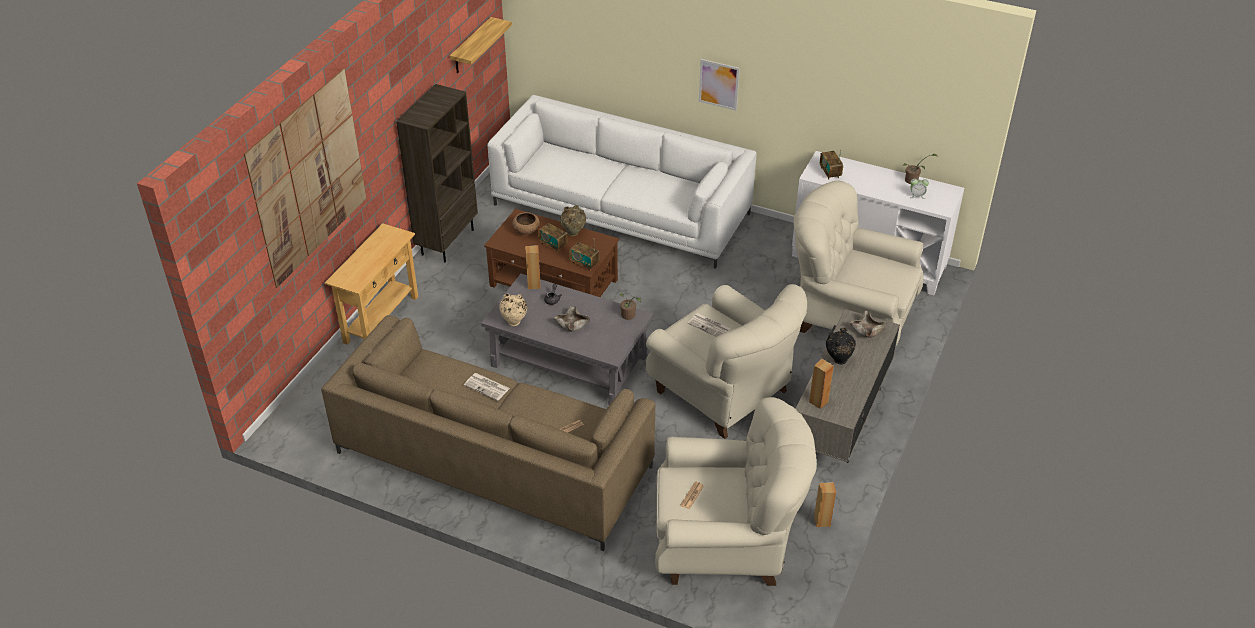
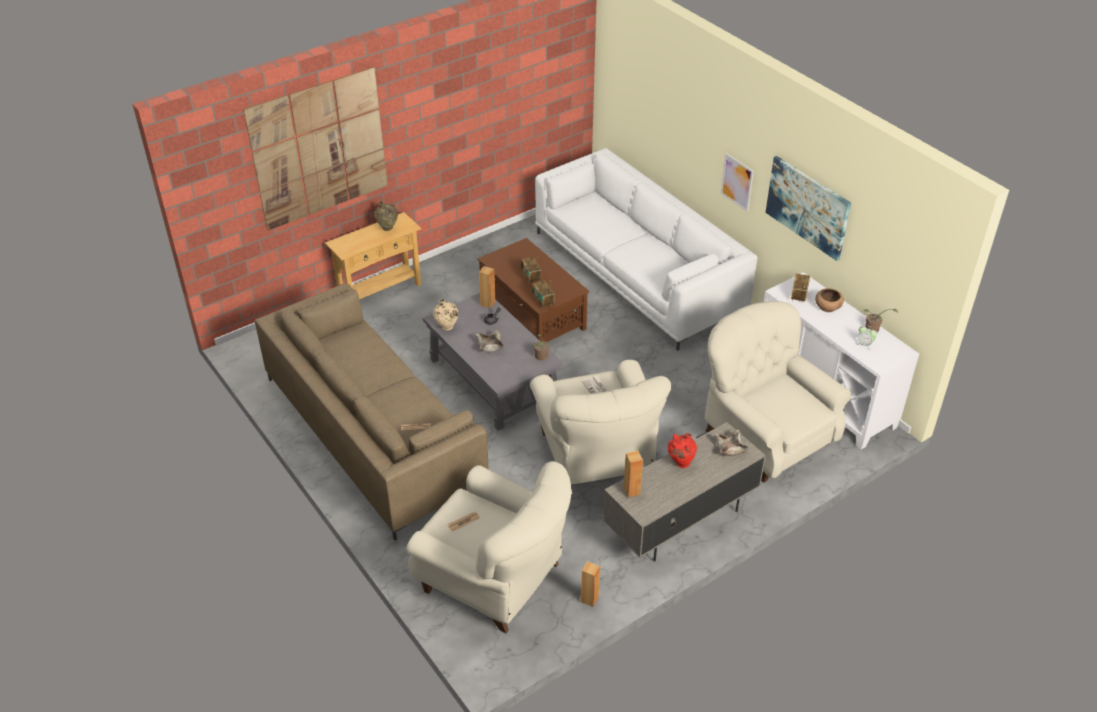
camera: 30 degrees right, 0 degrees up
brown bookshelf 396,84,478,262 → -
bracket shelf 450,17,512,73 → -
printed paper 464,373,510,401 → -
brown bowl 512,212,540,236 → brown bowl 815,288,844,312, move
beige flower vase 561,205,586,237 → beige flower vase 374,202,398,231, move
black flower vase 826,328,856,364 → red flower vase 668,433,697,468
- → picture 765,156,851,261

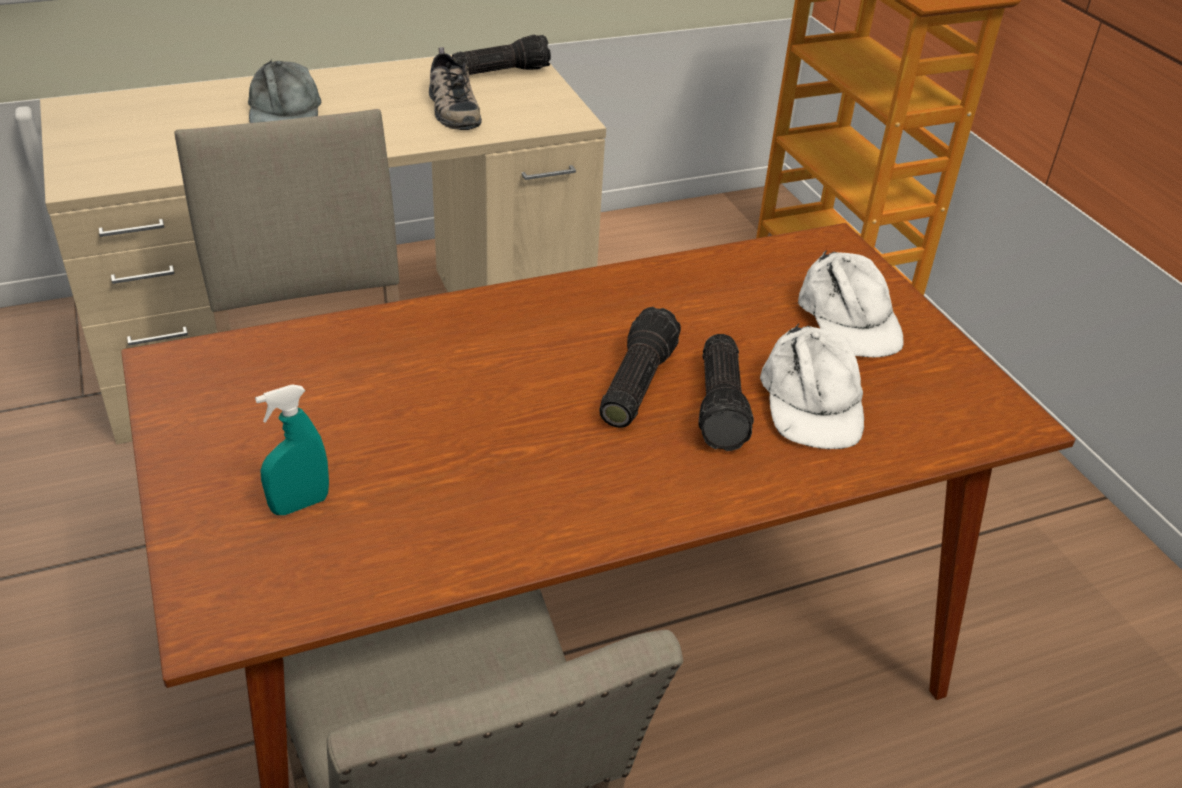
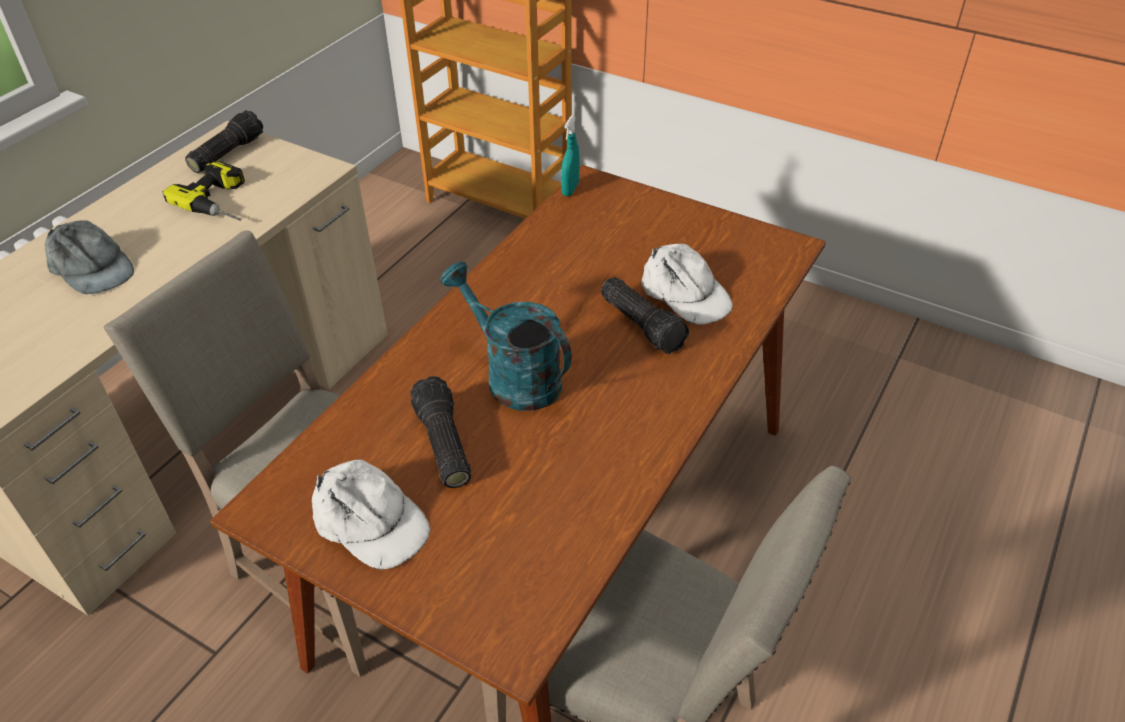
camera: 35 degrees left, 5 degrees up
turquoise sprayer 255,384,329,515 → turquoise sprayer 561,116,579,196, move
shoe 429,47,482,130 → electric drill 163,161,245,221
flashlight 599,307,681,428 → flashlight 410,376,471,488, move
white baseball cap 798,251,904,358 → white baseball cap 312,460,430,570, move
- → turquoise sprinkling can 441,262,572,411

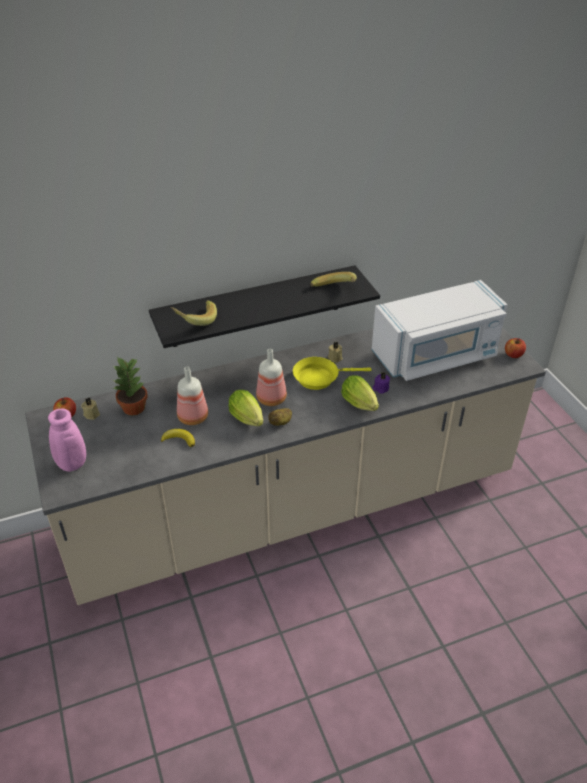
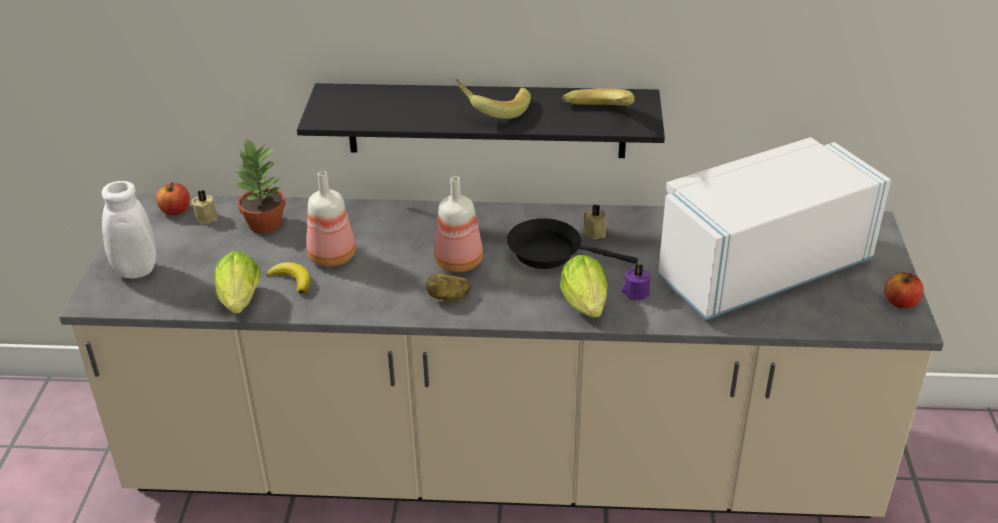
camera: 25 degrees right, 5 degrees down
pink flower vase 48,409,86,472 → white flower vase 67,181,156,279
banana 170,301,217,326 → banana 455,79,531,119, move
lettuce head 229,390,263,426 → lettuce head 214,251,261,313, move
yellow-coloured pan 293,357,372,390 → black pan 507,218,638,269
white kitchen microwave 372,280,507,381 → white kitchen microwave 658,137,891,320, 150 degrees clockwise

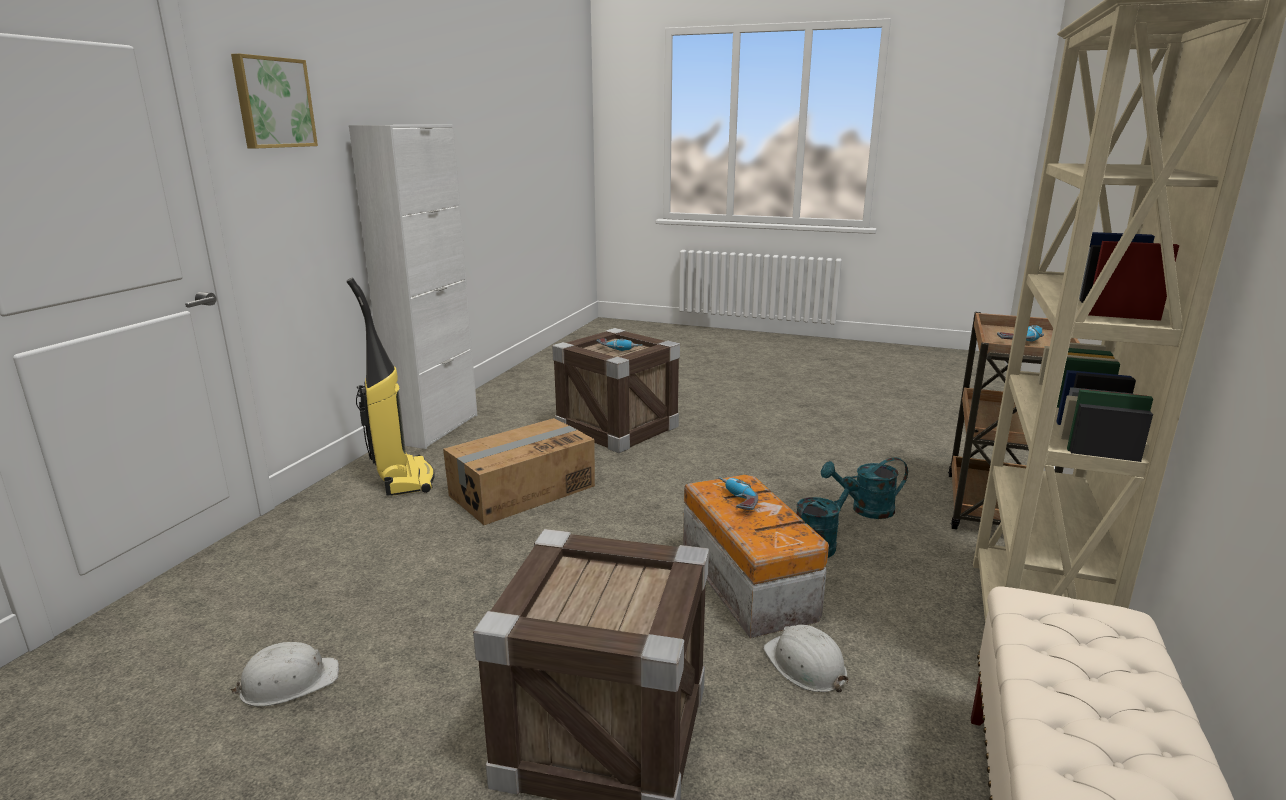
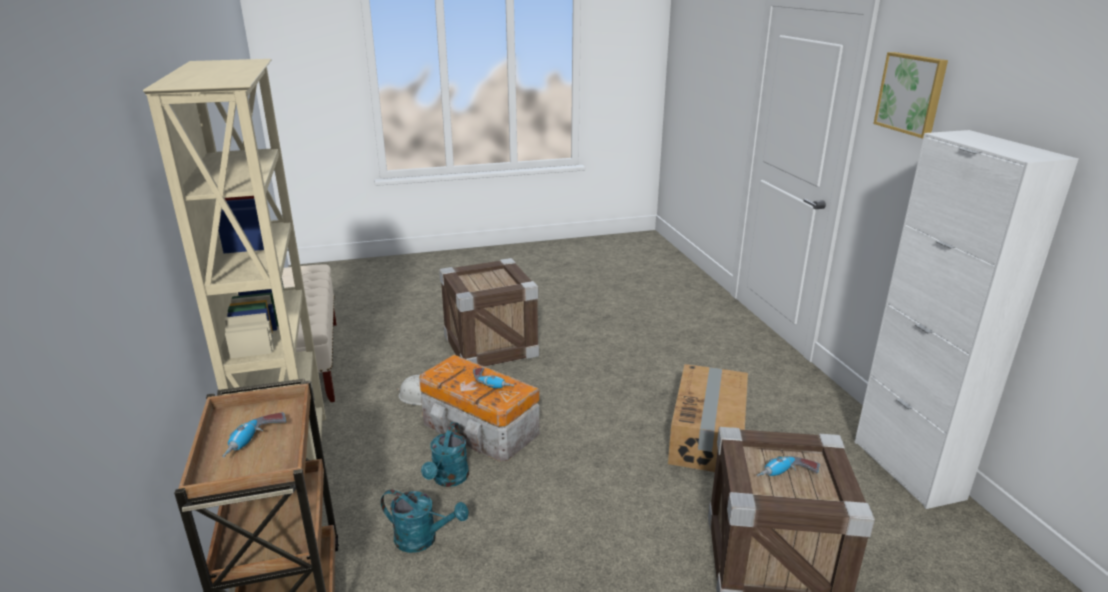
camera: 145 degrees right, 5 degrees up
white work helmet 231,642,339,707 → -
hoover 346,278,435,496 → -
turquoise sprinkling can 821,457,908,519 → turquoise sprinkling can 381,490,469,553, 60 degrees clockwise

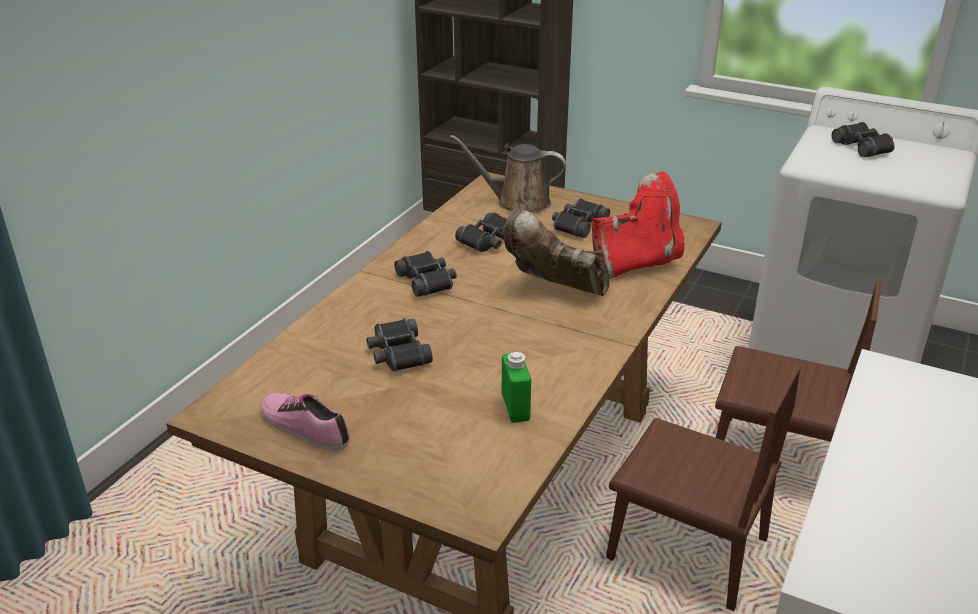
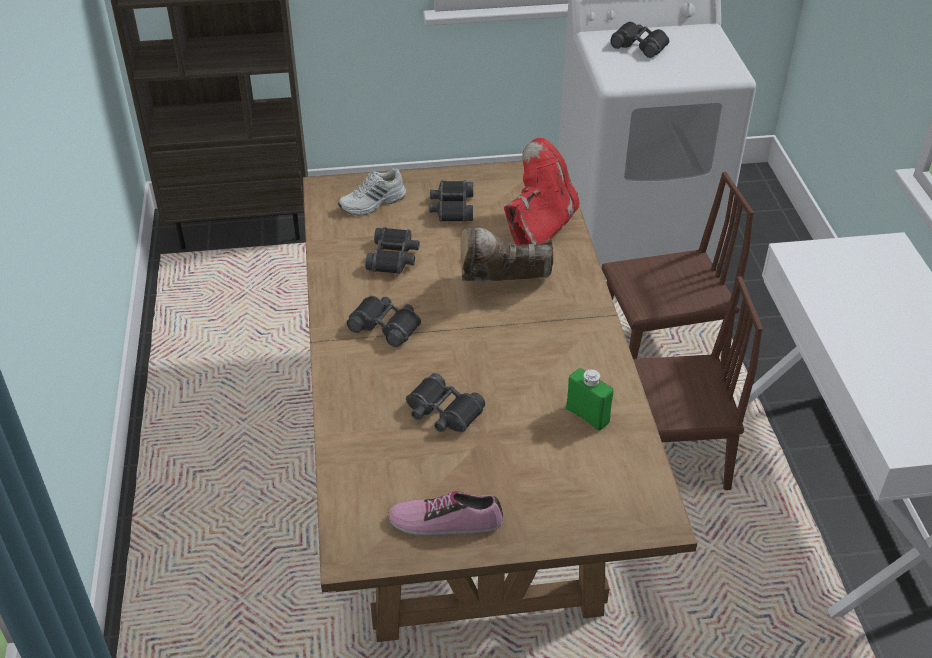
camera: 35 degrees left, 10 degrees up
brown sprinkling can 450,135,566,214 → white shoe 338,168,407,216

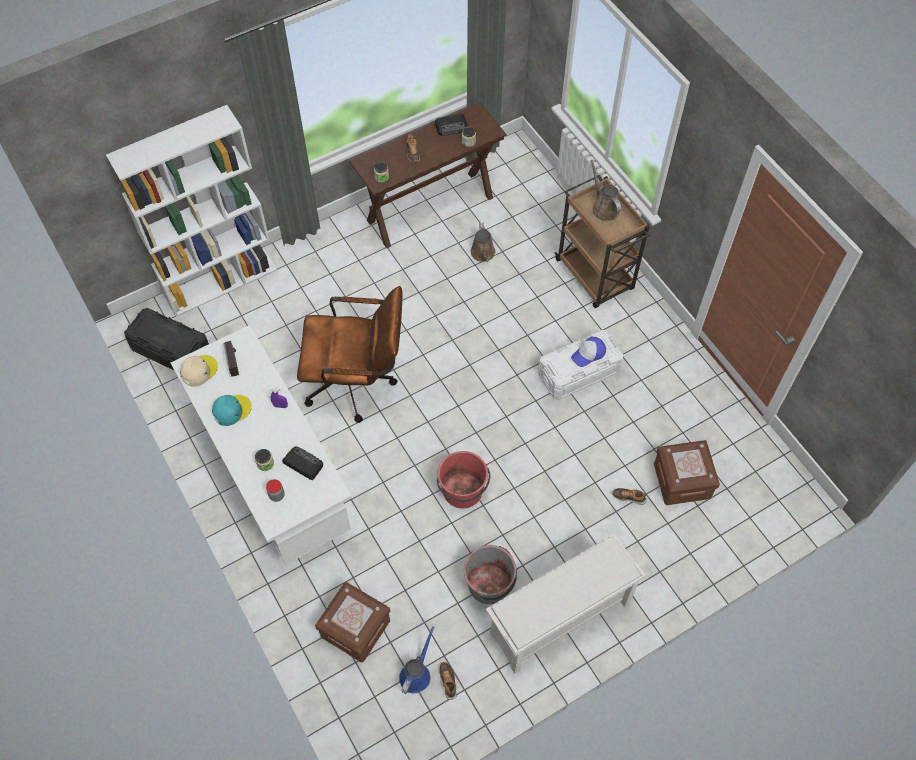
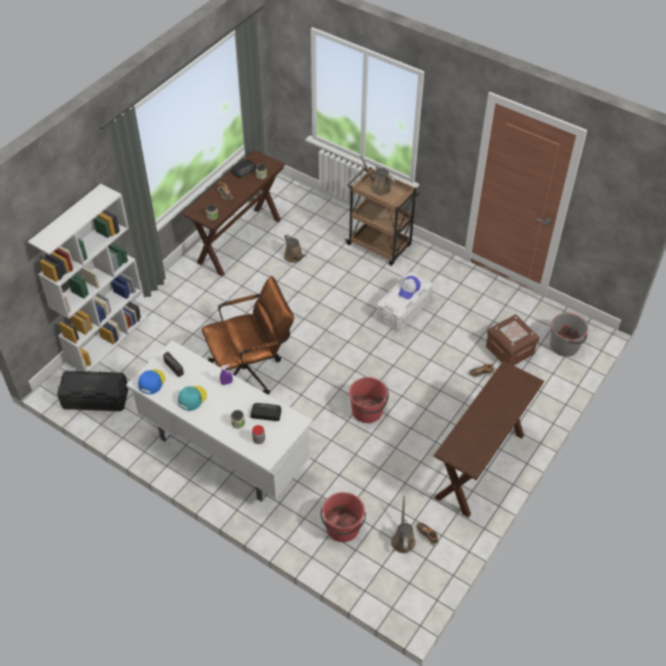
camera: 25 degrees left, 10 degrees down
beige baseball cap 180,355,218,387 → blue-coloured baseball cap 138,369,165,394
brown storage box 315,582,390,663 → red water bucket 320,492,366,542
blue-coloured sprinkling can 399,626,435,694 → brown sprinkling can 391,496,416,553
grey water bucket 464,545,517,604 → grey water bucket 550,313,588,357, move
white shoe rack 486,534,646,674 → brown narrow table 433,360,544,518

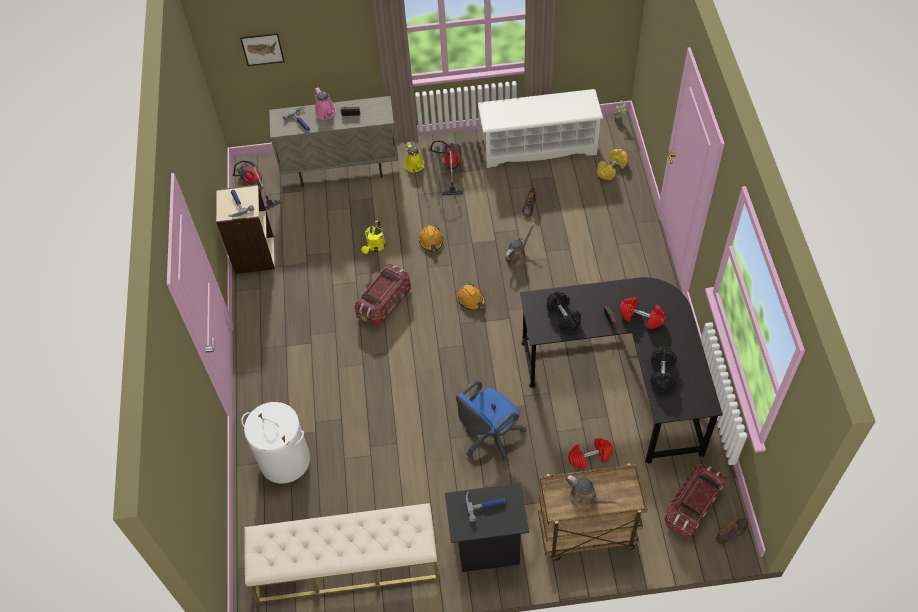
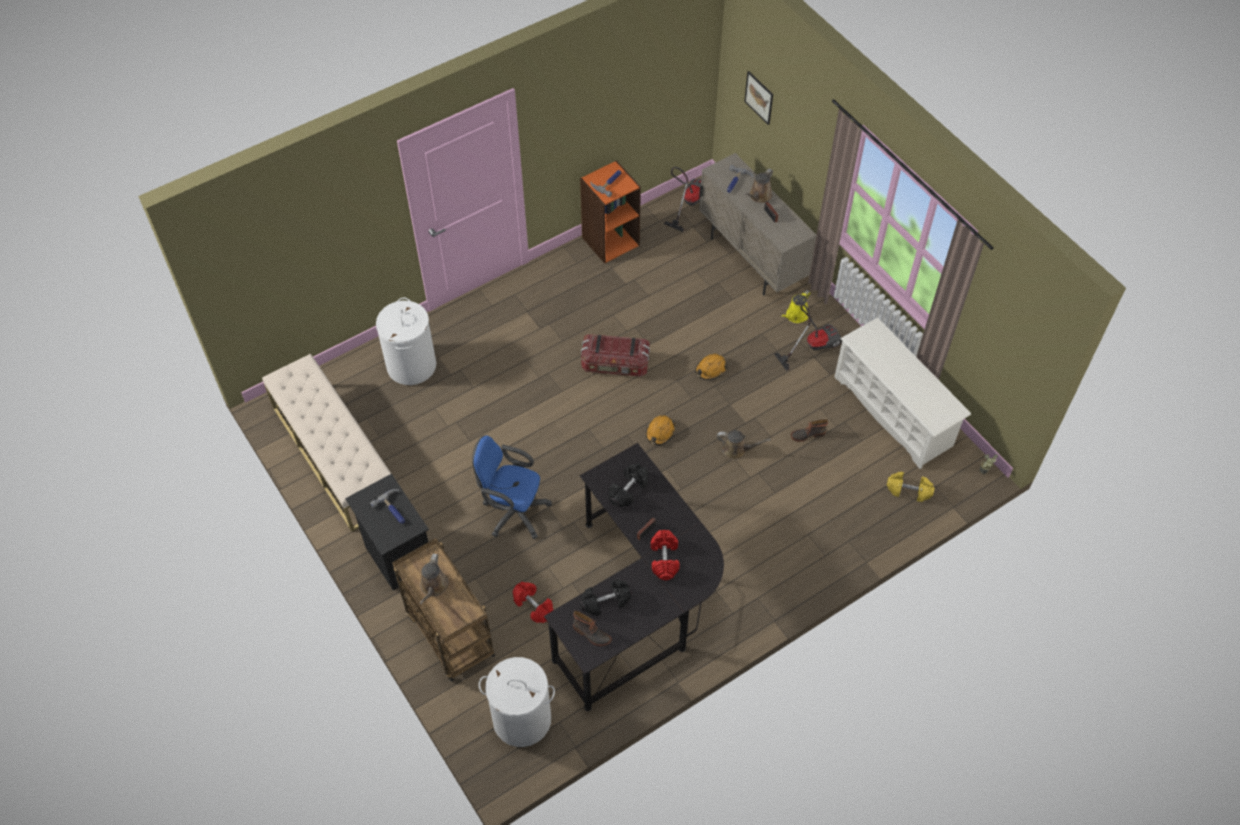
camera: 60 degrees right, 0 degrees up
beige bookshelf 216,184,275,274 → orange bookshelf 580,160,641,264
pink sprinkling can 315,88,336,120 → brown sprinkling can 745,168,773,203
yellow-coloured sprinkling can 361,220,385,254 → -
storage box 664,464,727,540 → white washing basket 479,657,555,747
tall boot 716,518,748,544 → tall boot 573,611,612,646, move

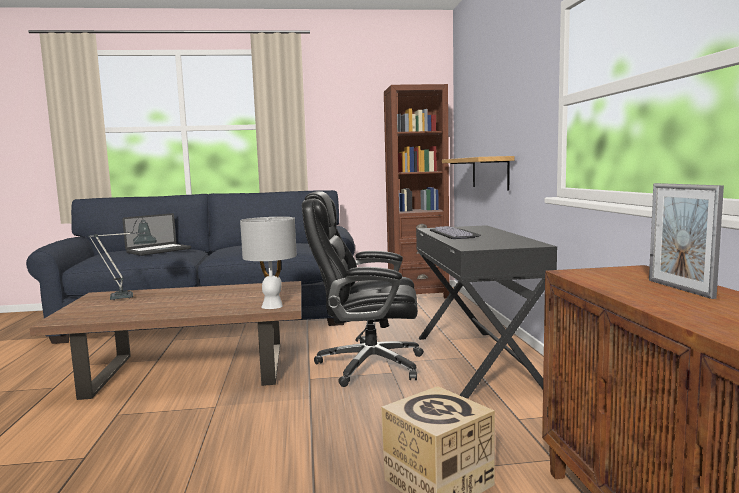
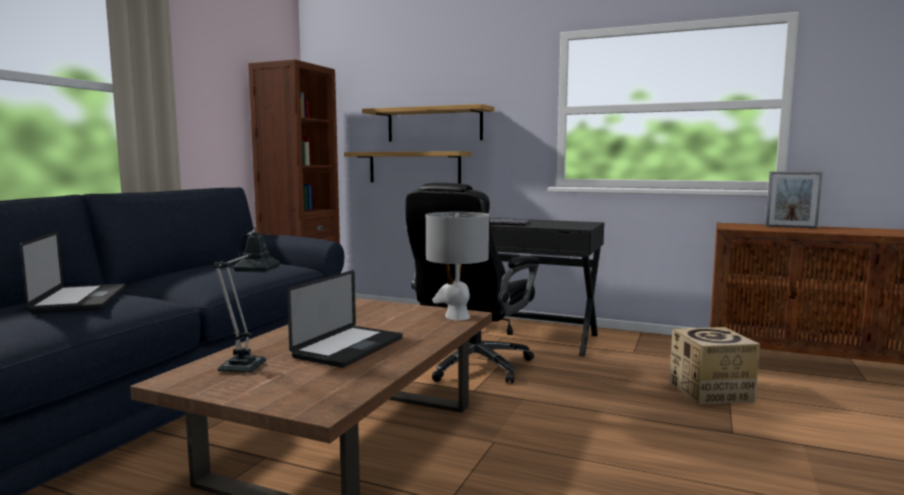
camera: 60 degrees left, 0 degrees up
- → notebook computer 287,270,403,368
- → bracket shelf 362,104,494,142

